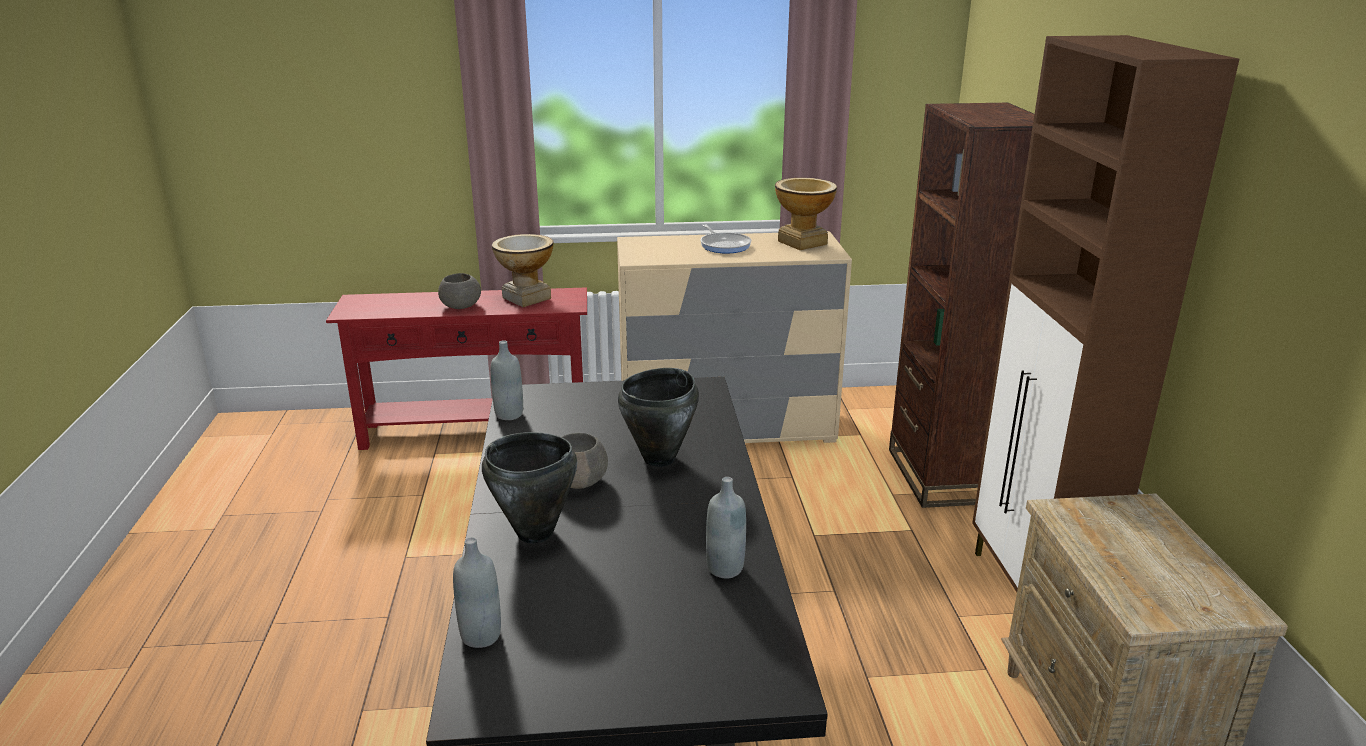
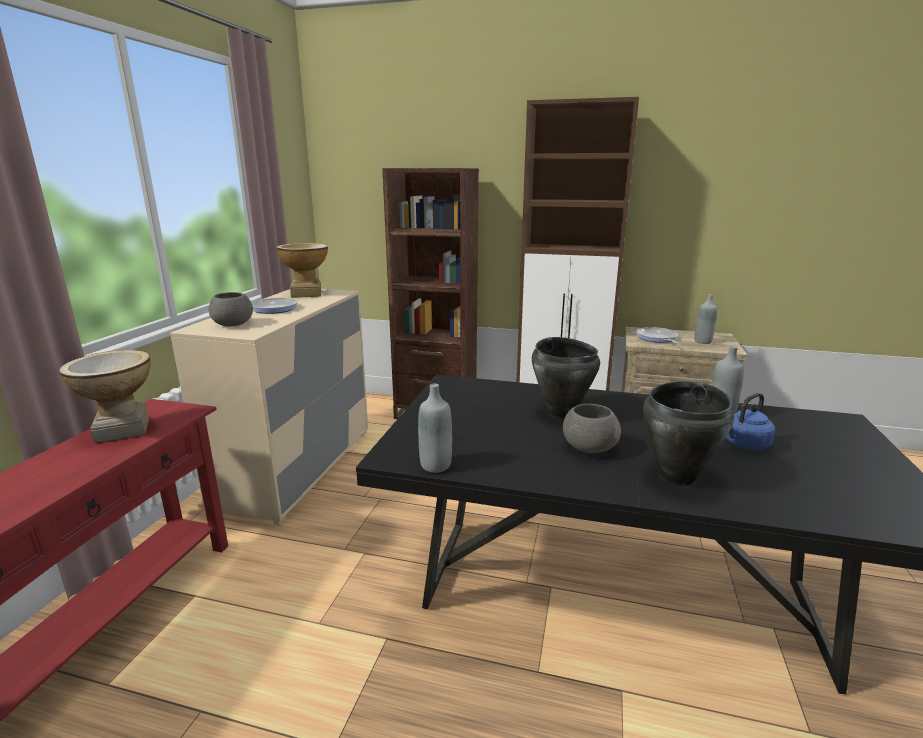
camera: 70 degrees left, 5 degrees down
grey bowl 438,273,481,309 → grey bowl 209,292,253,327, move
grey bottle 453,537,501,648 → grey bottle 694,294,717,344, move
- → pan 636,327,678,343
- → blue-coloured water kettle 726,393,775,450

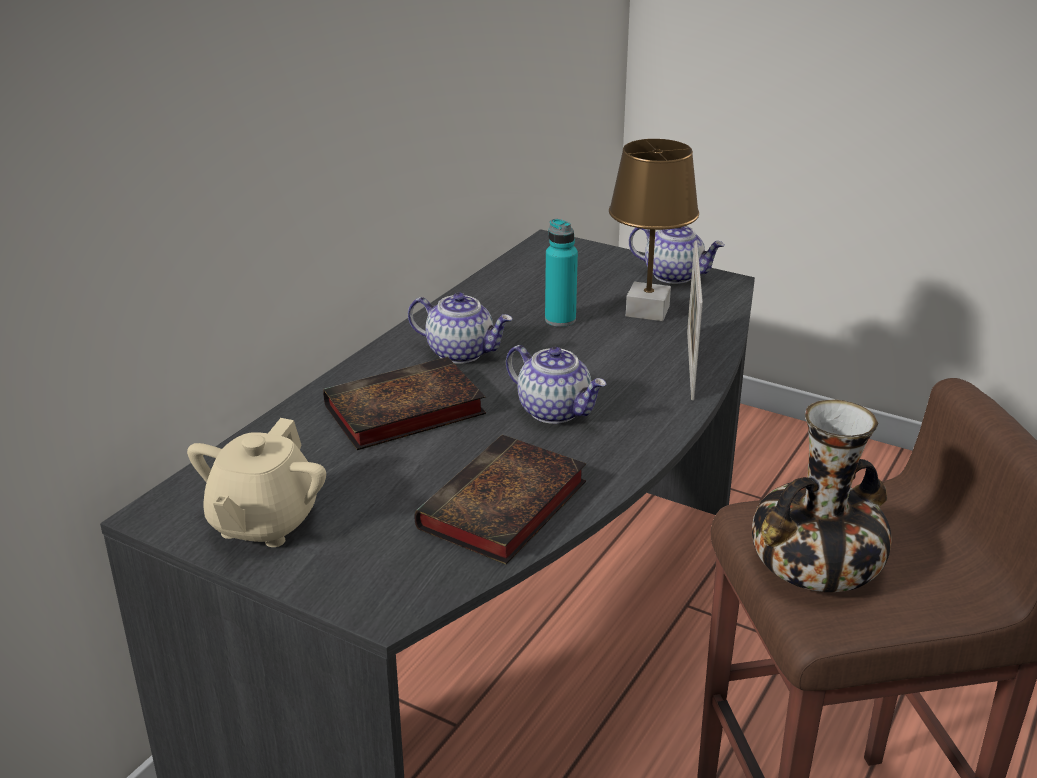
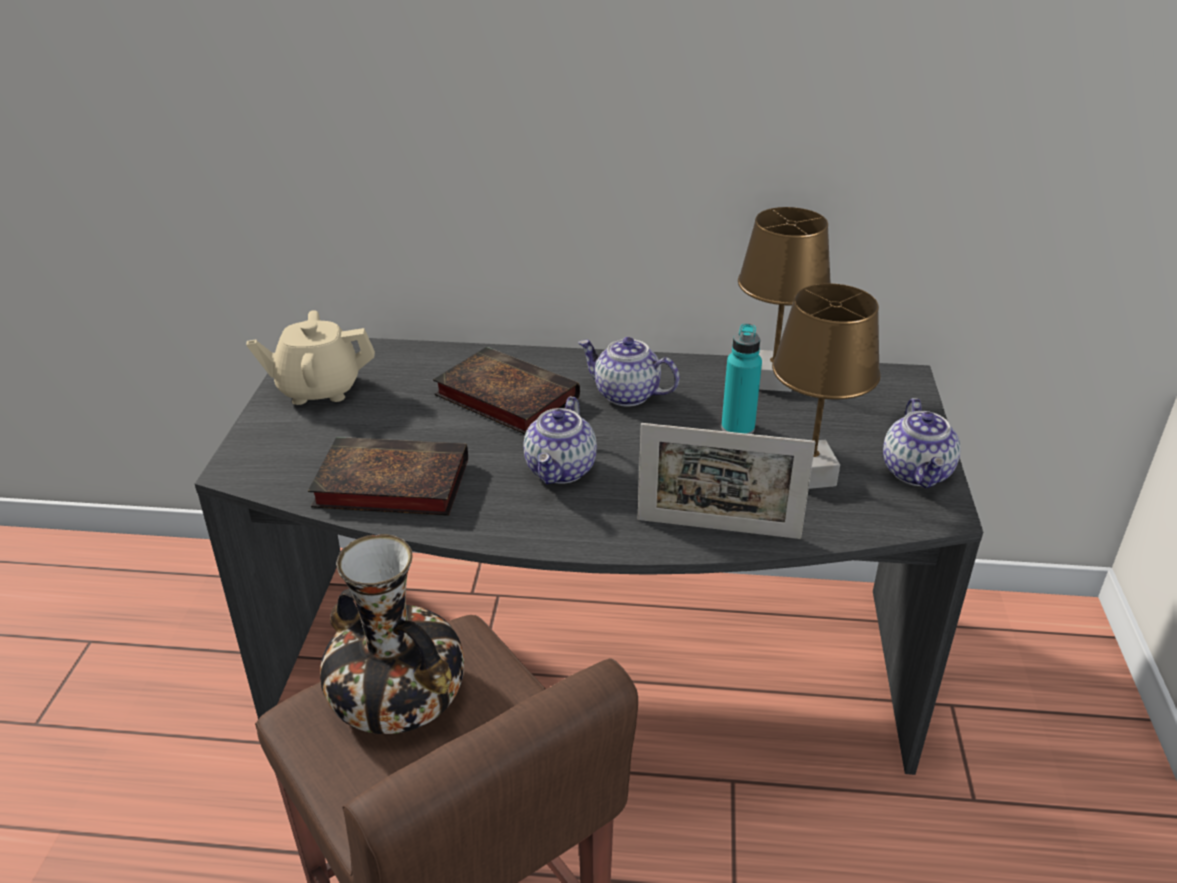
camera: 65 degrees right, 5 degrees up
teapot 408,293,513,364 → teapot 578,337,680,407, 120 degrees clockwise
picture frame 687,241,703,401 → picture frame 638,423,816,539, 150 degrees counterclockwise
- → brown tabletop lamp 738,207,831,392

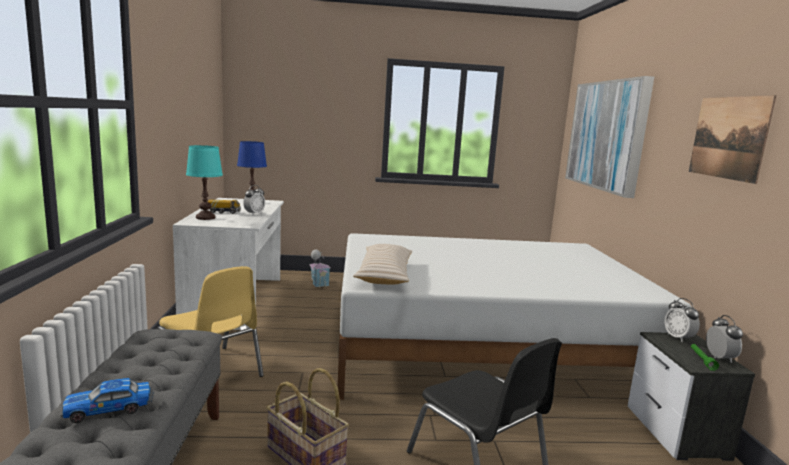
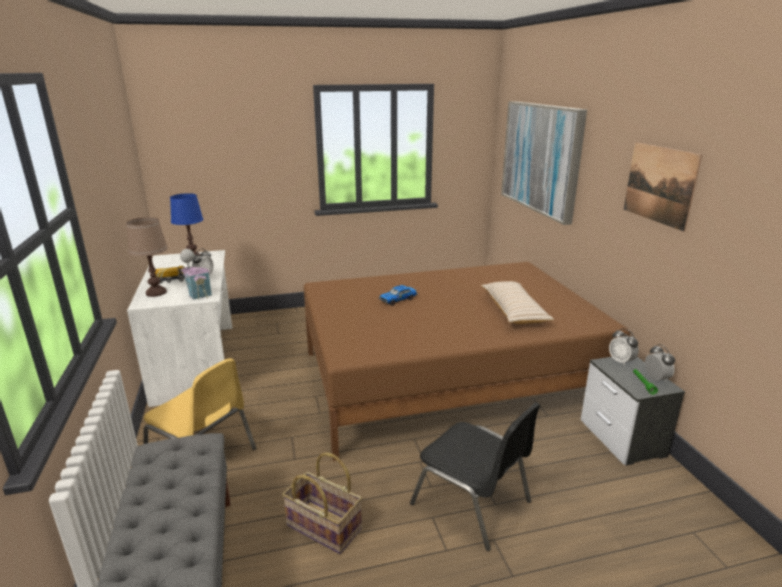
camera: 10 degrees left, 10 degrees up
model car 61,378,154,423 → model car 379,285,417,306, move
turquoise tabletop lamp 186,145,223,220 → brown tabletop lamp 126,217,168,297
miniature house 309,249,331,288 → miniature house 180,249,212,300, move
white sleeping bed 338,233,692,400 → brown sleeping bed 304,262,630,461
beige cushion 353,244,412,285 → beige cushion 481,281,554,324, move

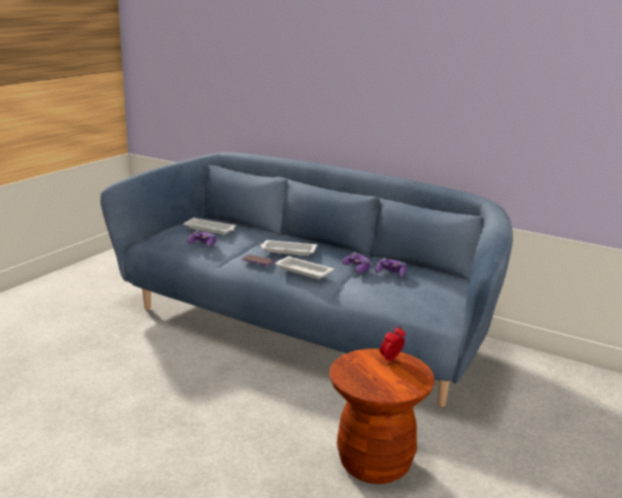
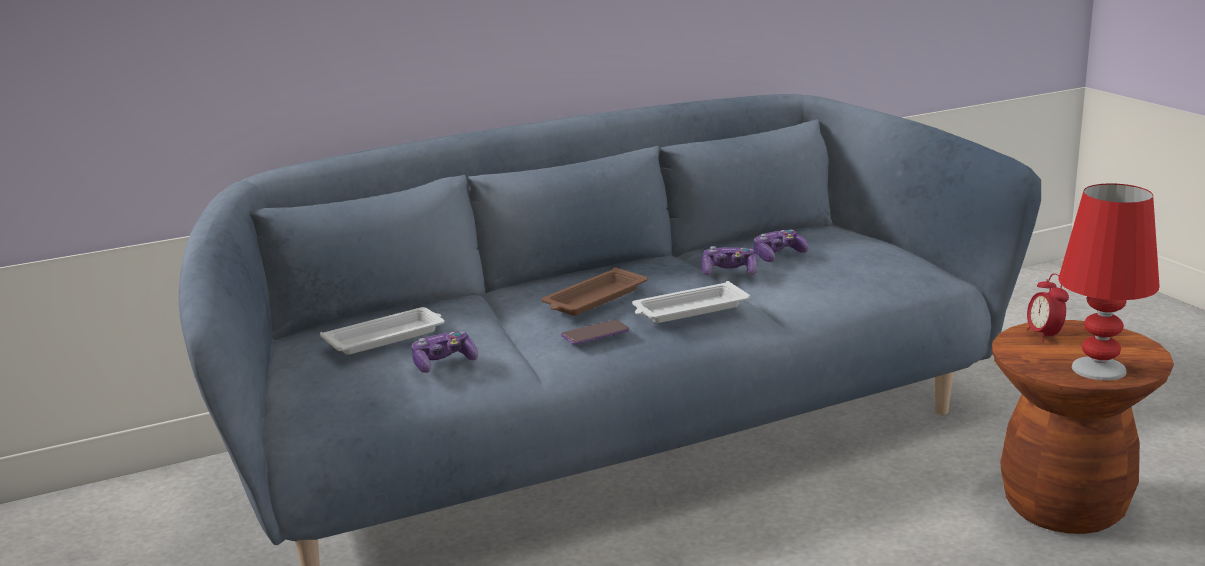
camera: 55 degrees left, 0 degrees up
white tray 261,240,317,256 → brown tray 541,267,647,316
- → red tabletop lamp 1058,183,1160,381

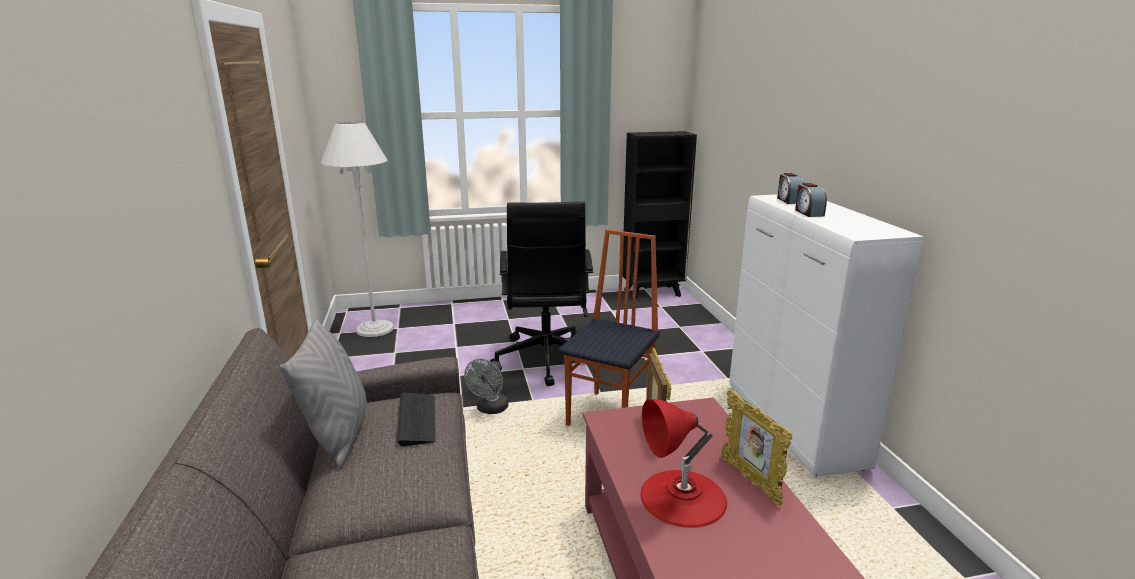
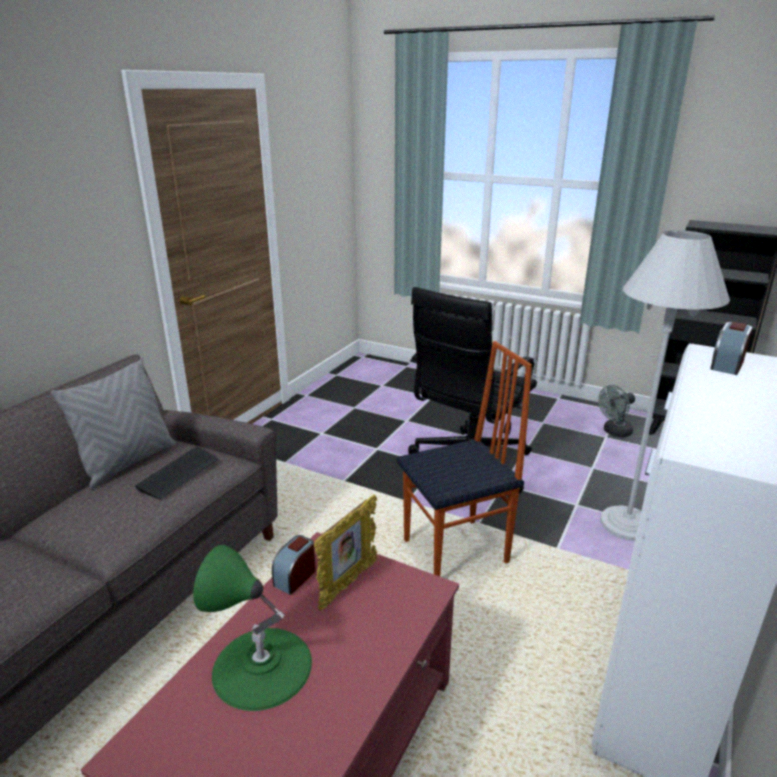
camera: 40 degrees right, 5 degrees up
white floor lamp 321,121,394,337 → white floor lamp 600,230,730,541, move
grey electric fan 464,359,508,414 → grey electric fan 598,385,635,437, move
red tabletop lamp 640,399,727,528 → green tabletop lamp 193,545,312,711
picture frame 721,389,792,506 → -
table clock 795,183,827,217 → table clock 272,535,316,595, move

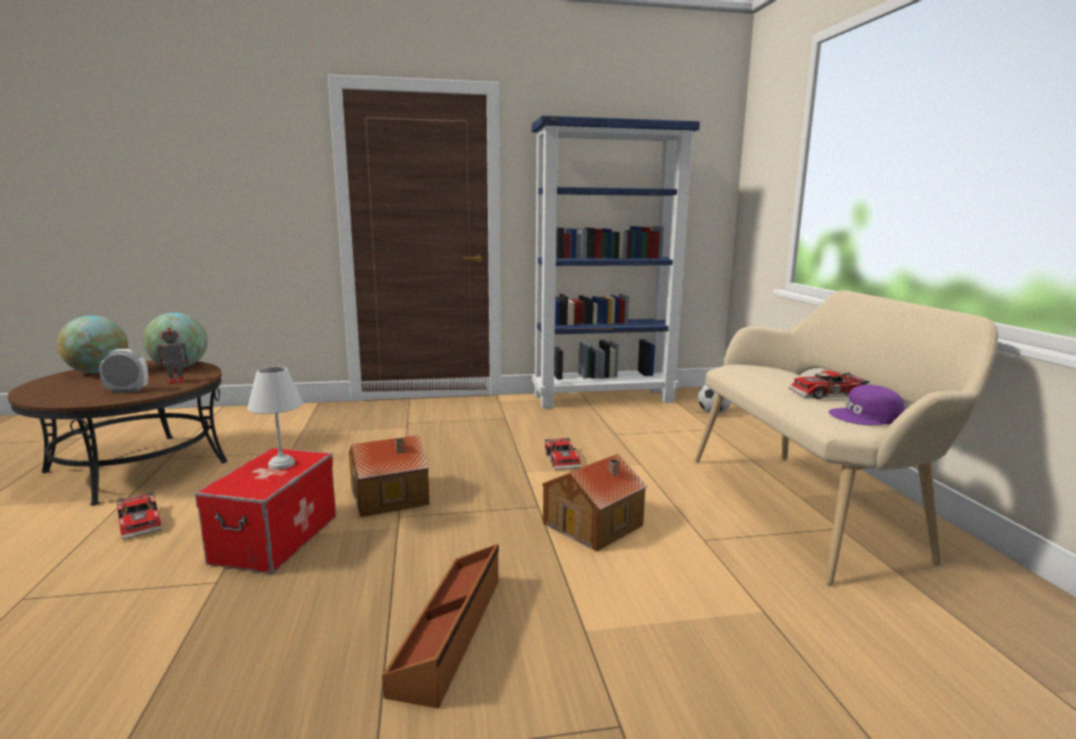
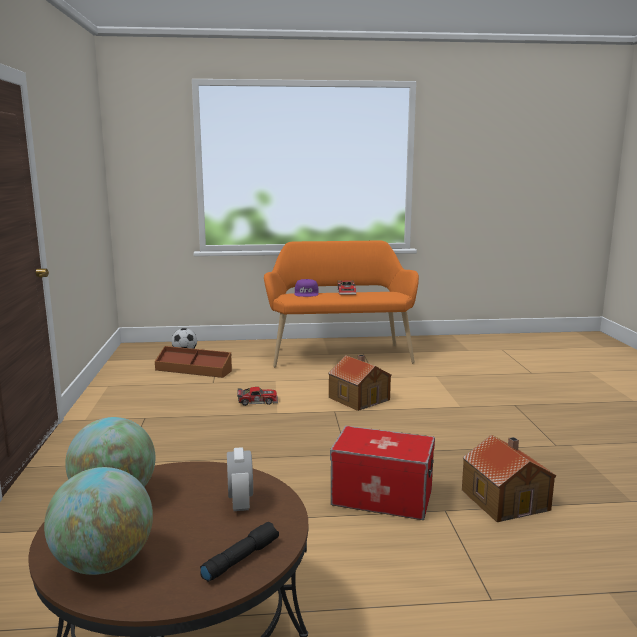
camera: 85 degrees left, 0 degrees up
model car 116,492,162,540 → -
robot figure 156,322,188,384 → -
white tabletop lamp 247,367,303,470 → -
miniature house 349,435,429,517 → miniature house 462,435,557,522, move
brown storage box 382,544,499,709 → brown storage box 155,346,232,378, move
blue-coloured bookshelf 532,116,700,409 → -
beige indoor bench 695,290,998,585 → orange indoor bench 264,241,419,367
purple baseball cap 828,385,905,425 → purple baseball cap 294,279,318,297, move
- → black flashlight 200,522,279,582

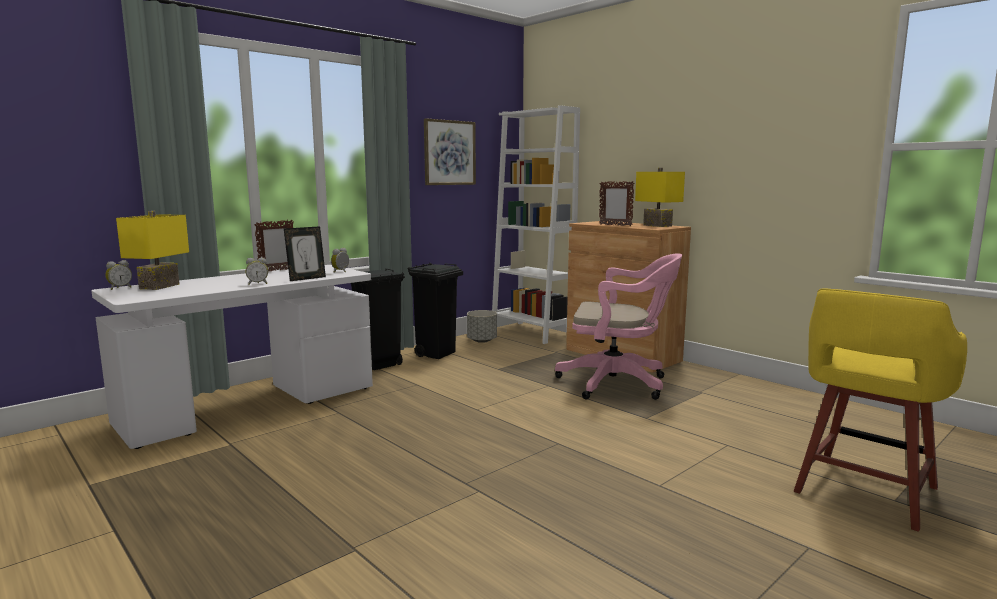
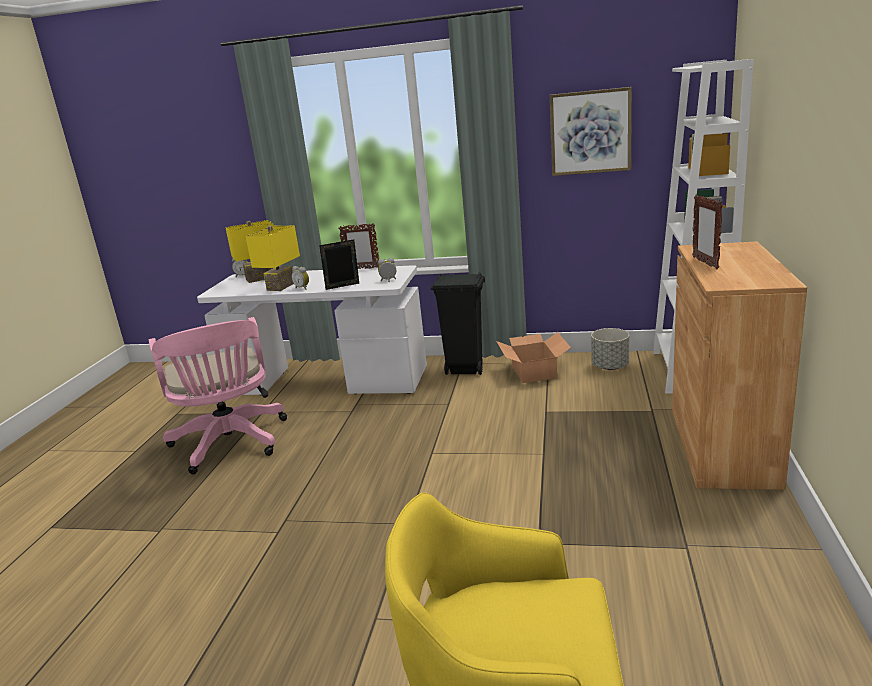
camera: 55 degrees right, 10 degrees up
picture frame 284,226,326,281 → picture frame 319,239,359,290, 150 degrees clockwise
black rubbish bin 408,263,463,359 → carton 496,332,571,383
pink computer chair 555,254,682,400 → pink computer chair 149,317,287,474, move
yellow-coloured tabletop lamp 635,168,685,227 → yellow-coloured tabletop lamp 245,225,300,291, move

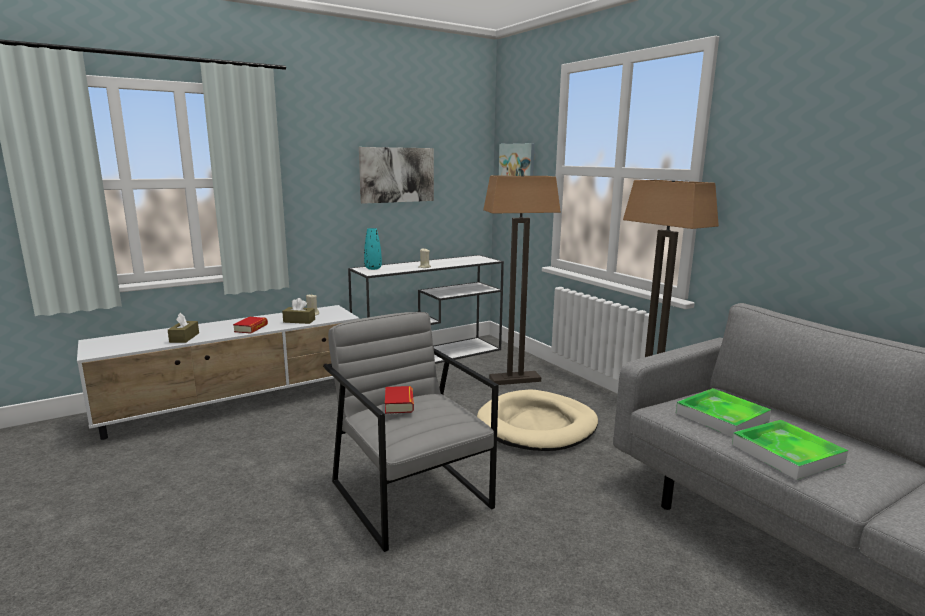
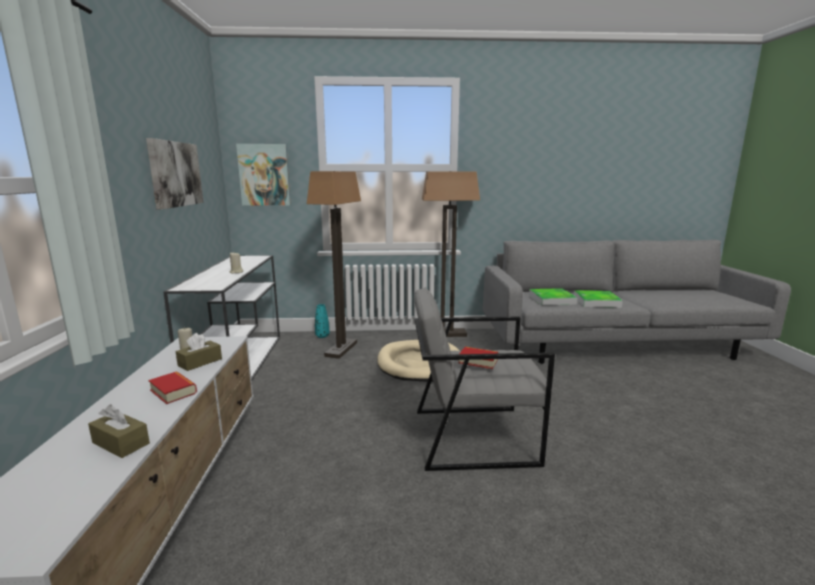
camera: 60 degrees left, 0 degrees up
turquoise flower vase 364,228,382,270 → turquoise flower vase 315,304,329,338, move

